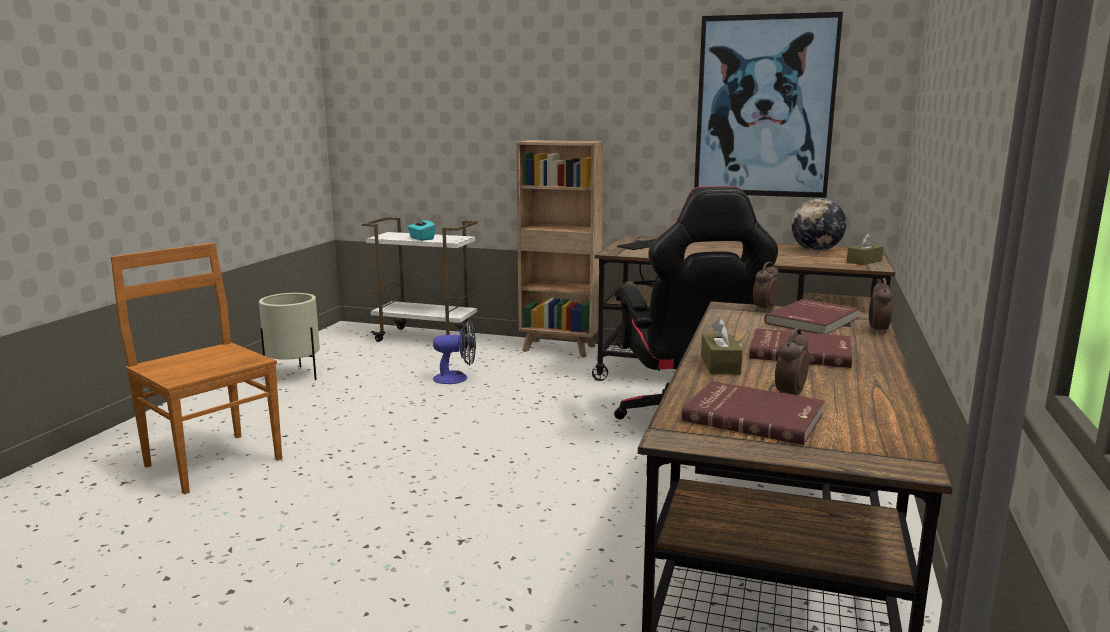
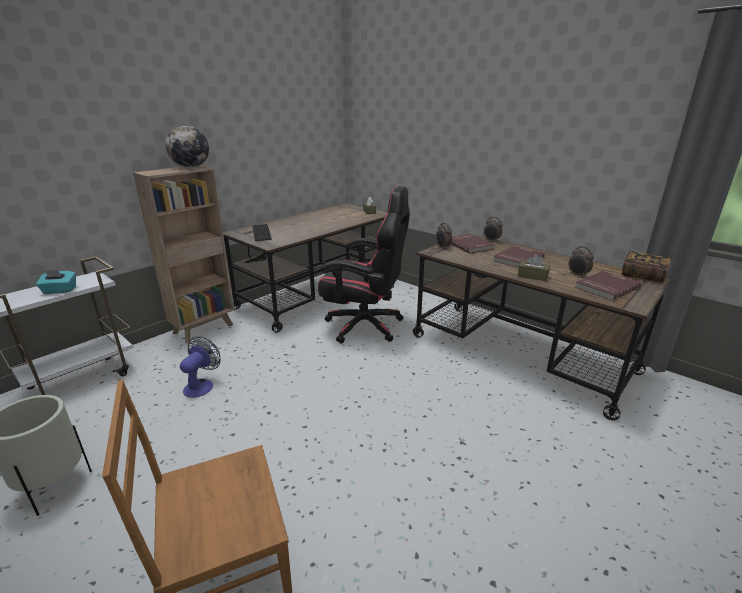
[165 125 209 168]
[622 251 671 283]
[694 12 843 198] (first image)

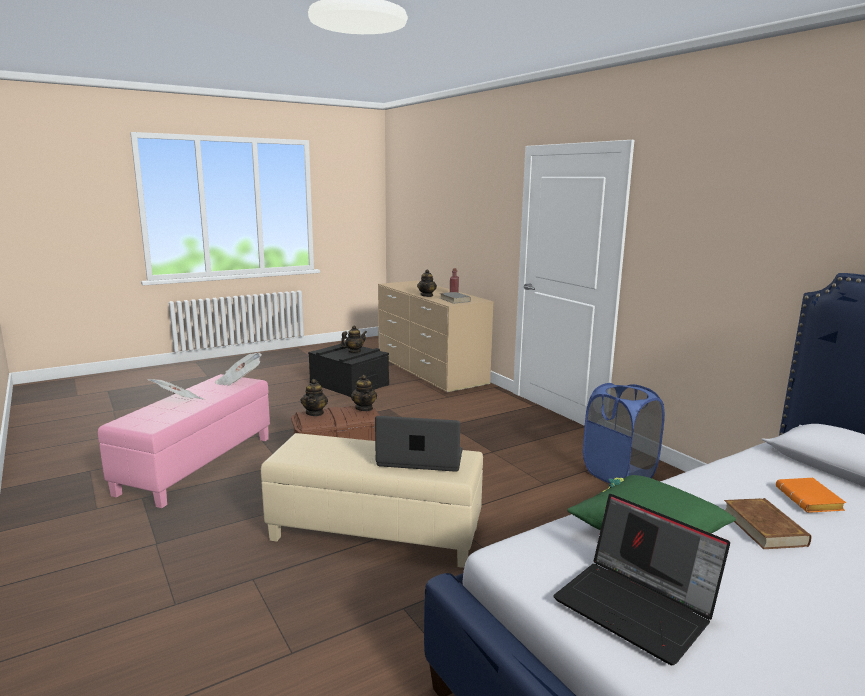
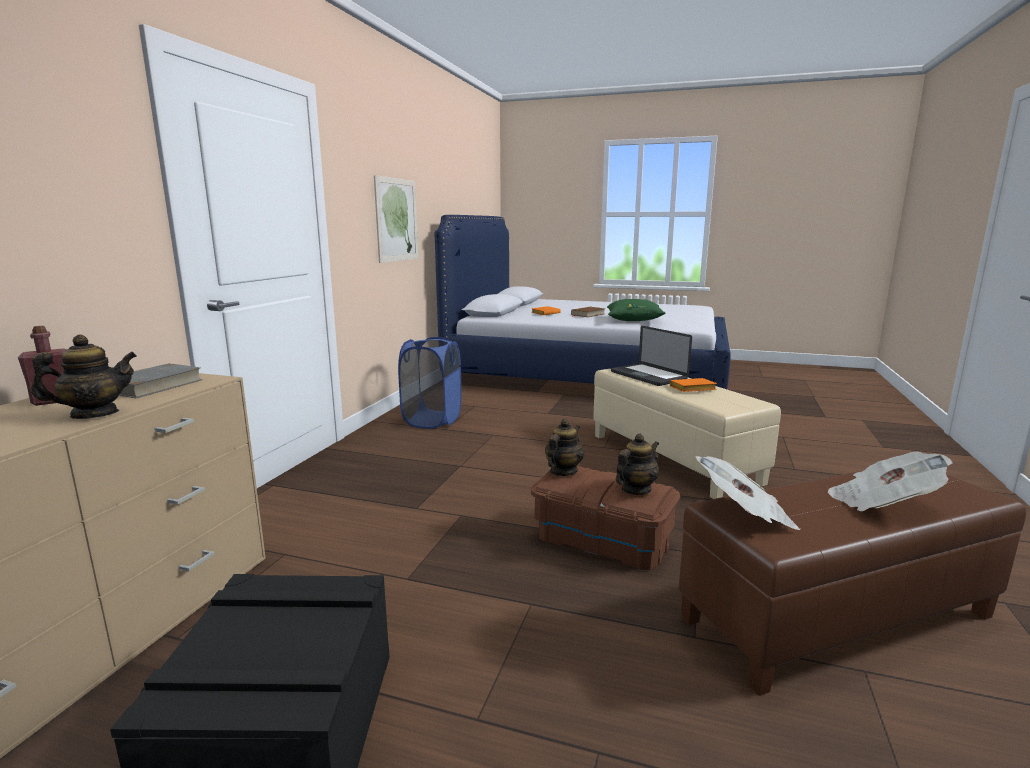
[374 175 418 263]
[670 378 717 392]
[679 470 1026 696]
[341 326 367 353] (first image)
[553 494 730 665] (first image)

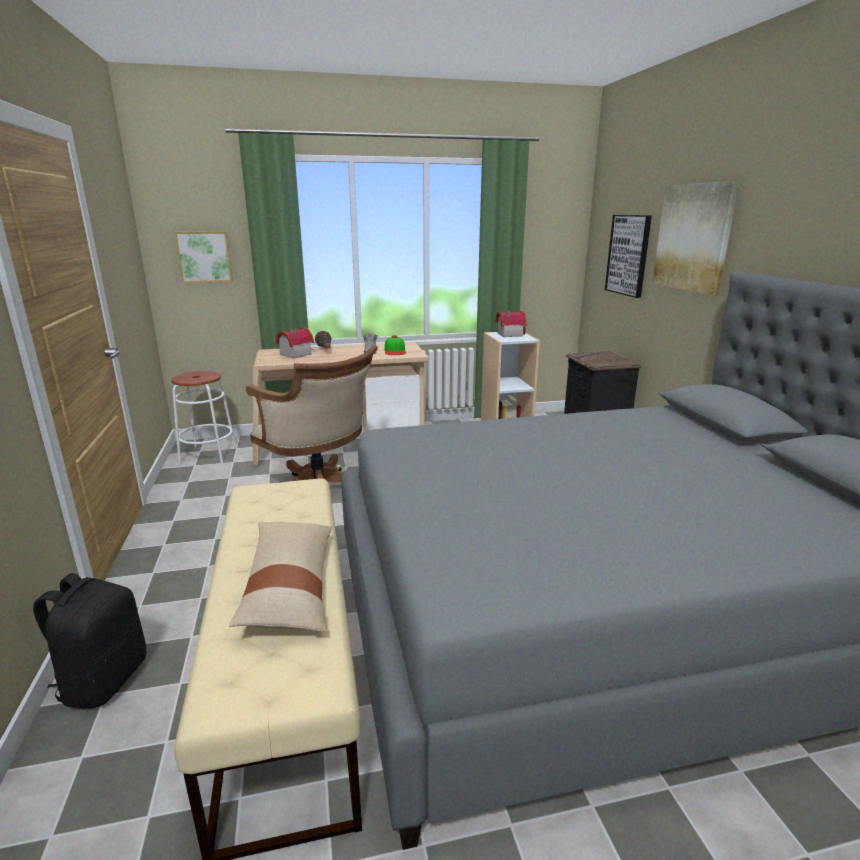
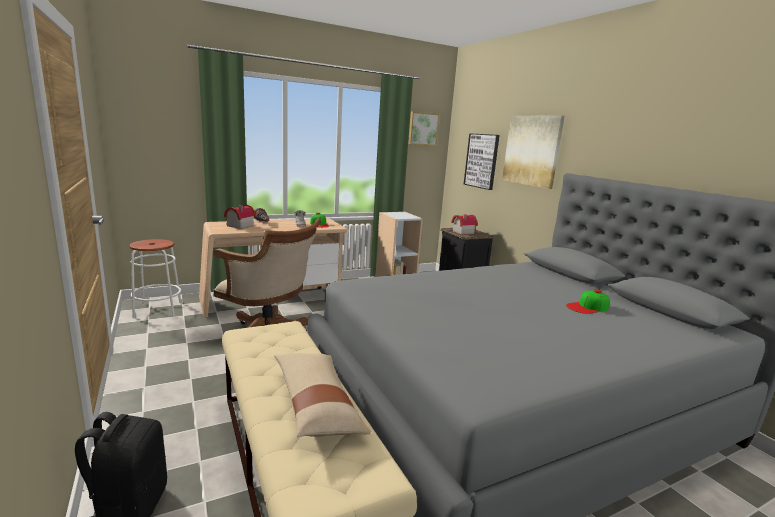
[408 112 439 146]
[451 214 478 234]
[566 289 610 314]

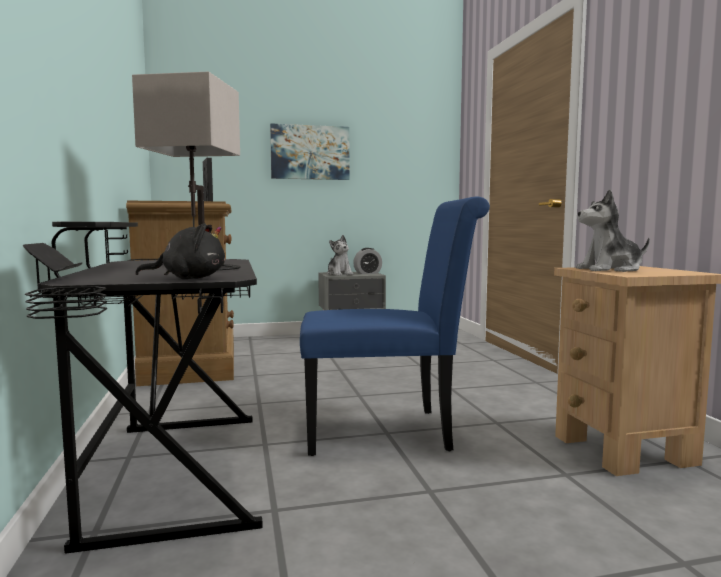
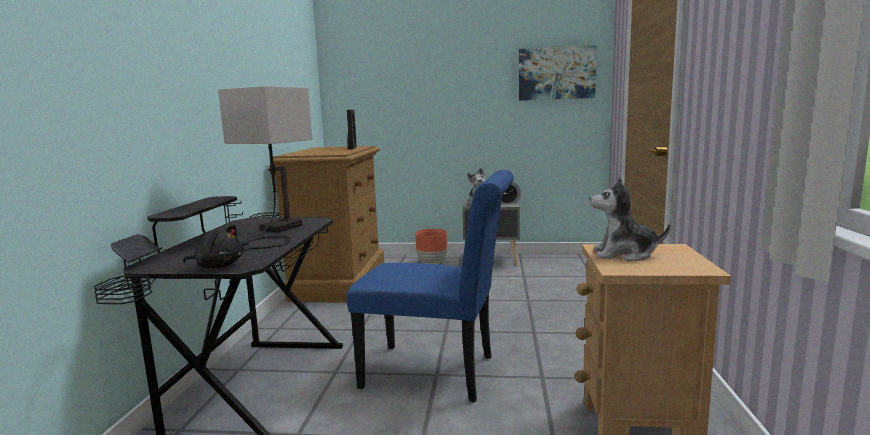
[415 229 447 264]
[519 45 597 101]

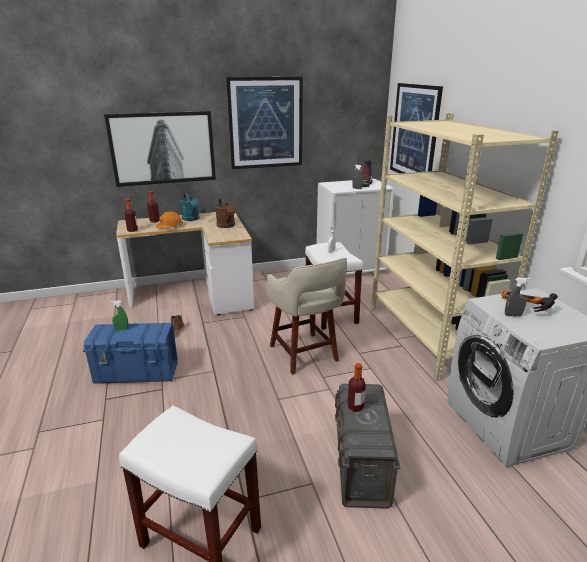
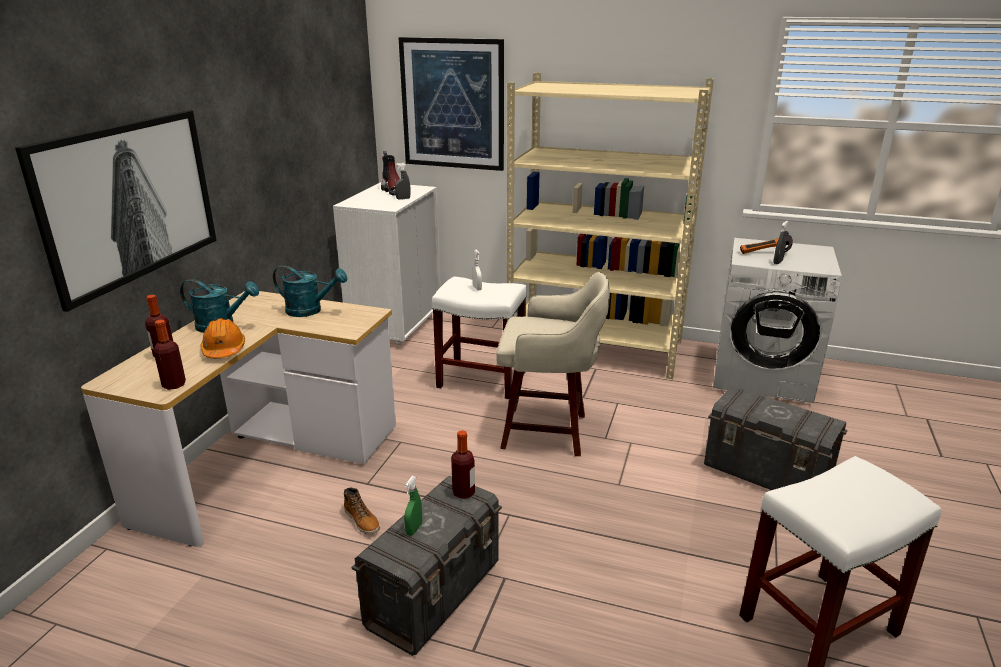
[273 265 347 317]
[352 476 502 656]
[451 430 475 499]
[226 77 303 169] (first image)

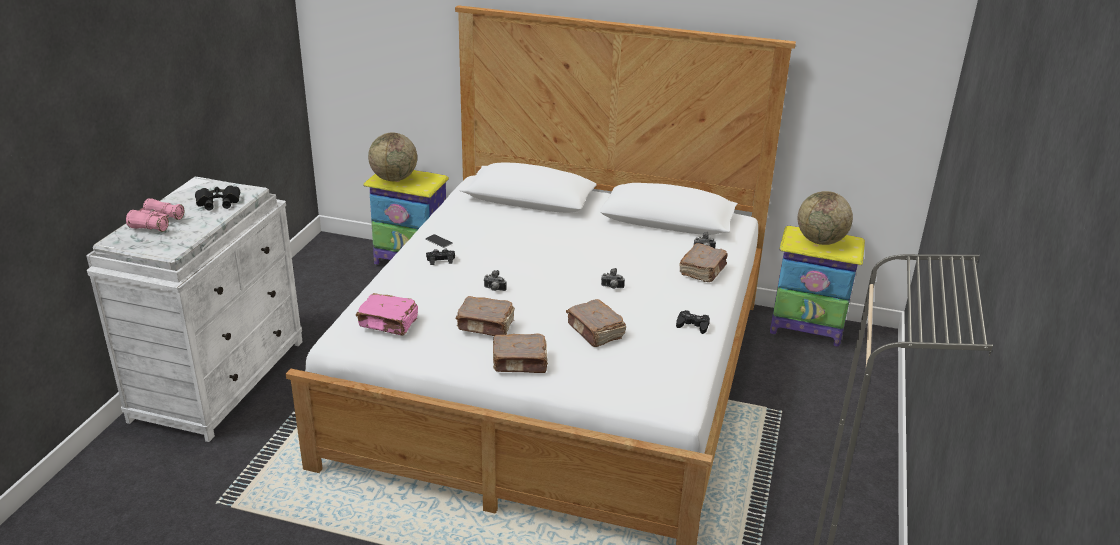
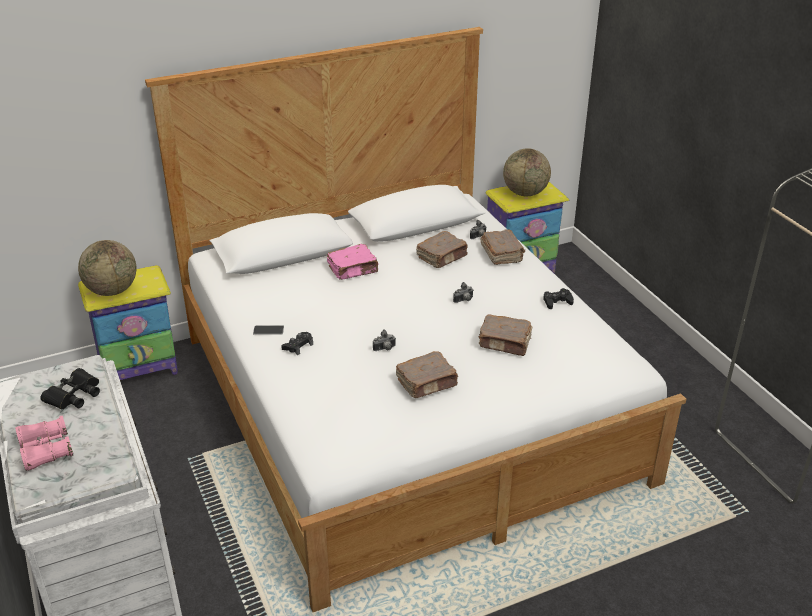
[327 244 379 280]
[416 231 468 268]

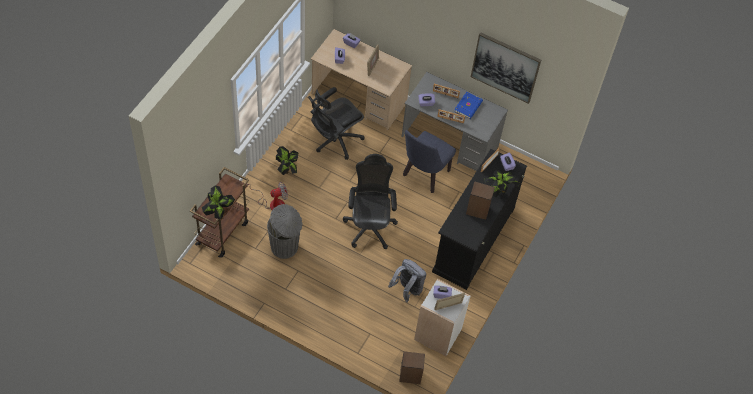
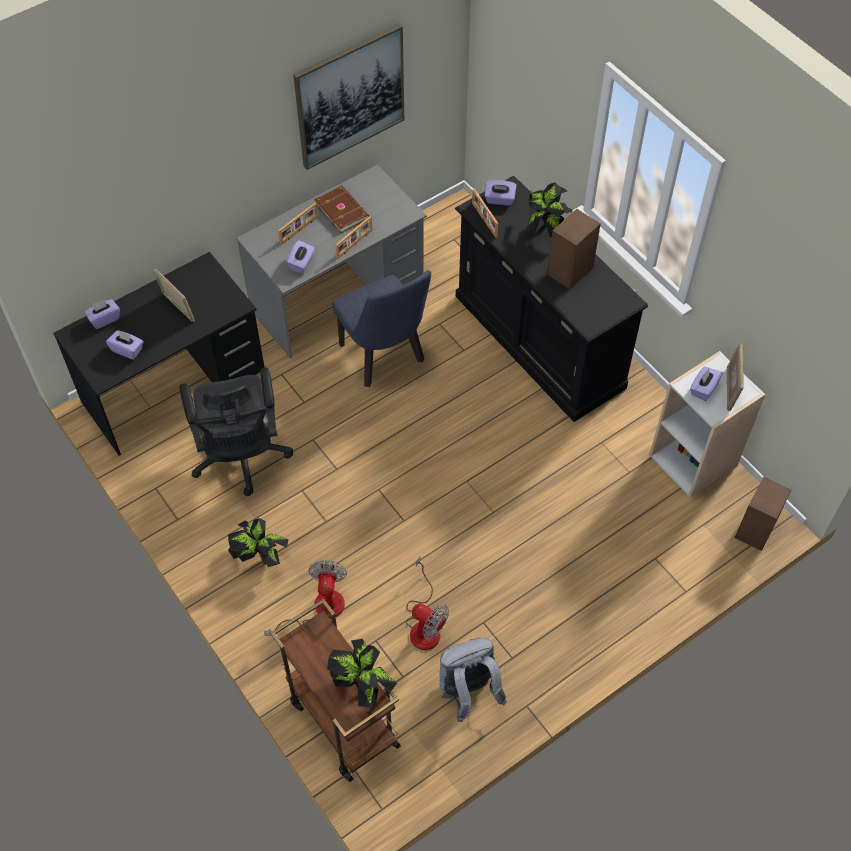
[53 252 264 456]
[314 185 369 233]
[406 556 449 650]
[440 637 507 722]
[343 154 398 249] (first image)

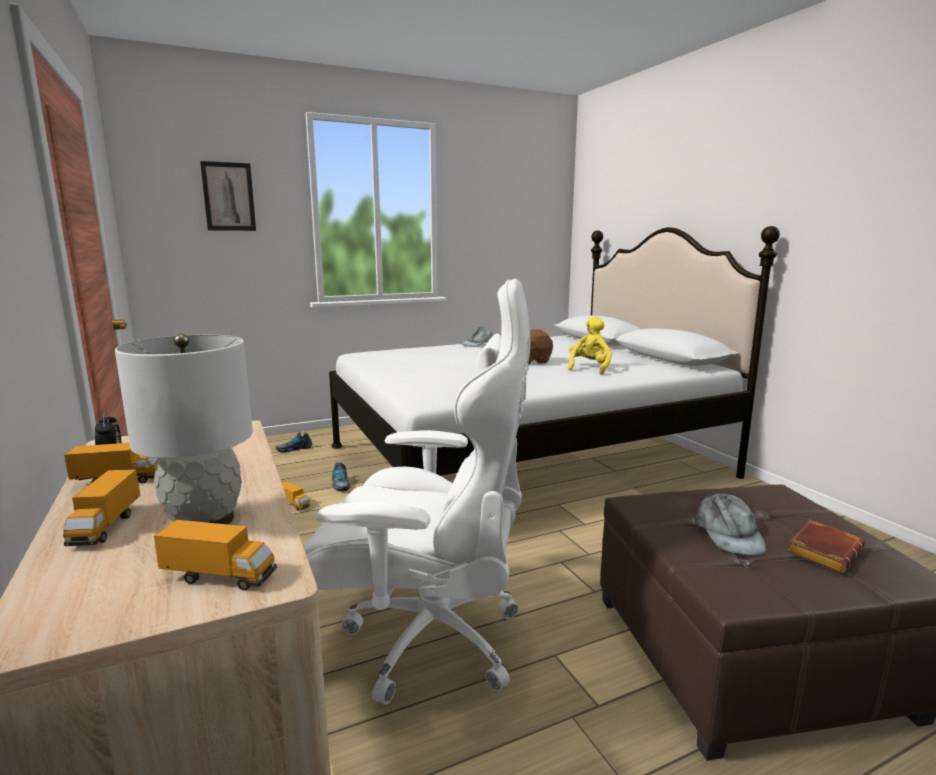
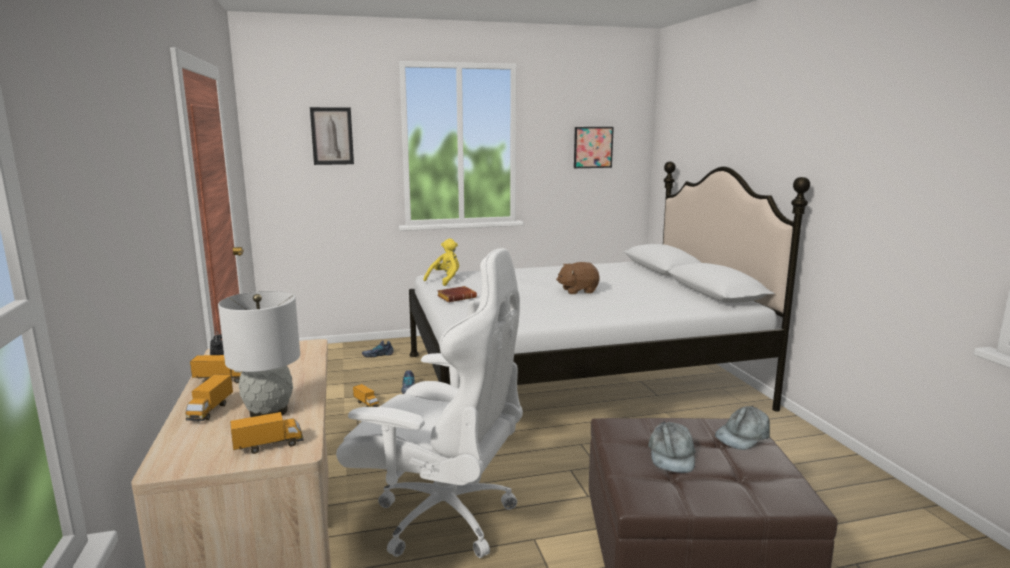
[230 412 303 454]
[424 239 459 286]
[437 286 477 302]
[574 127 614 168]
[715 406 770 450]

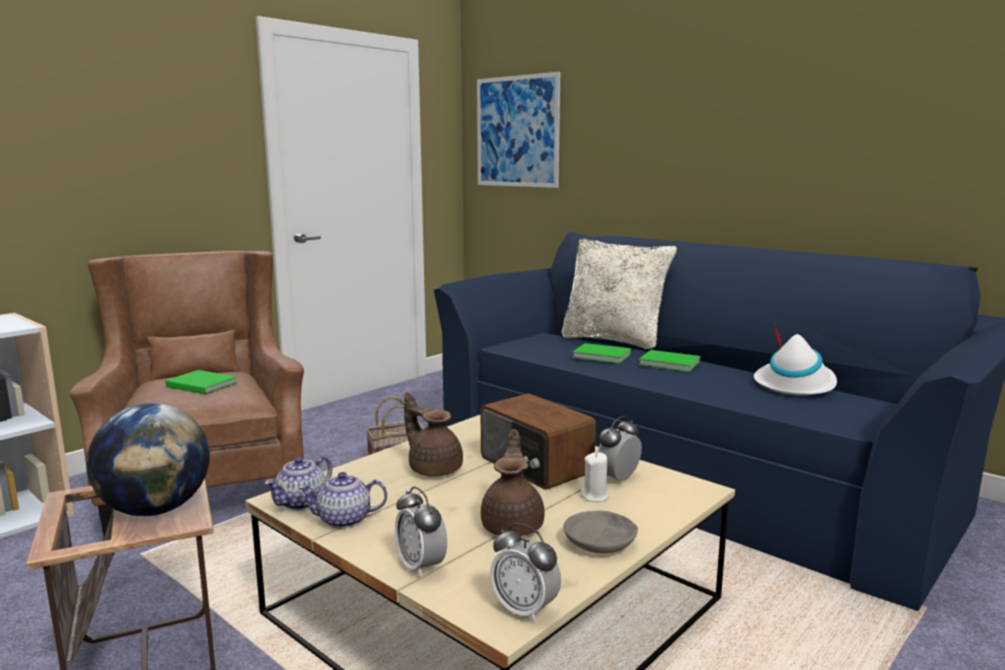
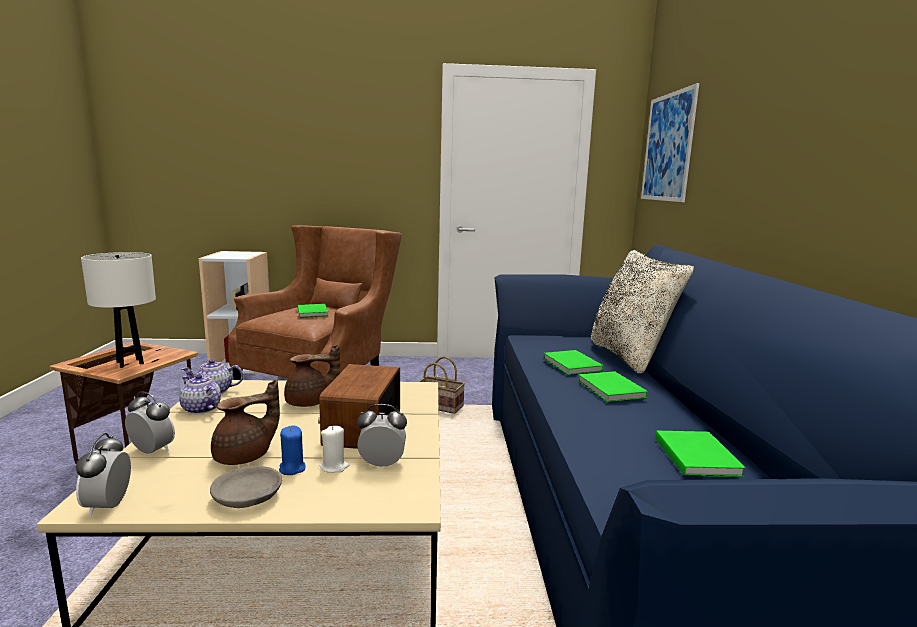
[81 252 156 368]
[125 391 175 454]
[279 426 306 475]
[284 344 340 407]
[655 431 746 477]

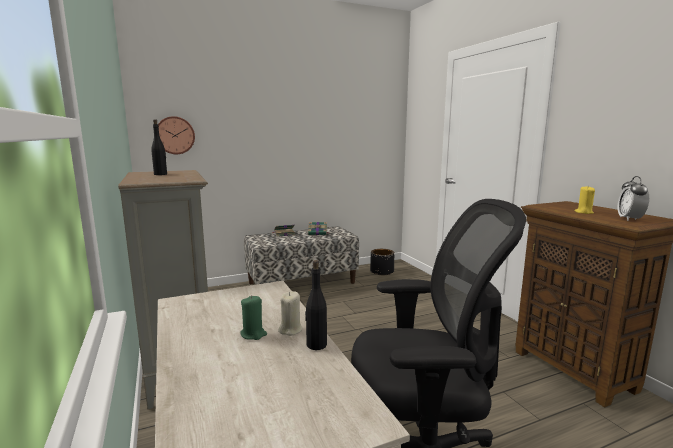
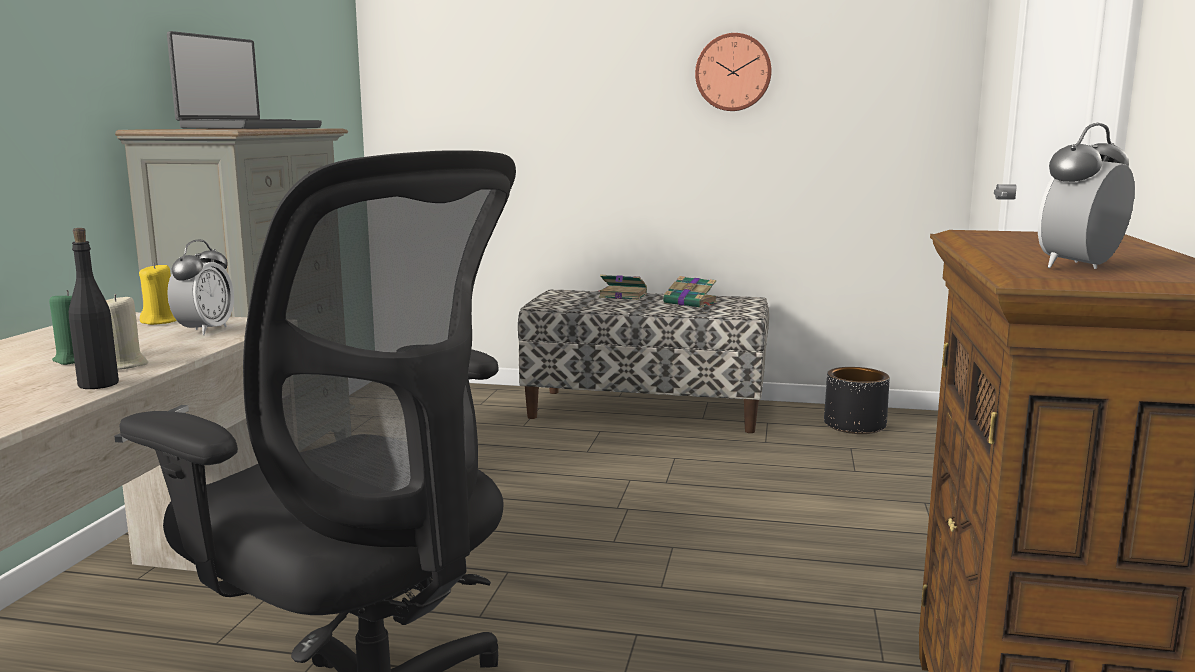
[139 263 177 325]
[167 31 322 129]
[167 240 234 335]
[695 33 772 111]

